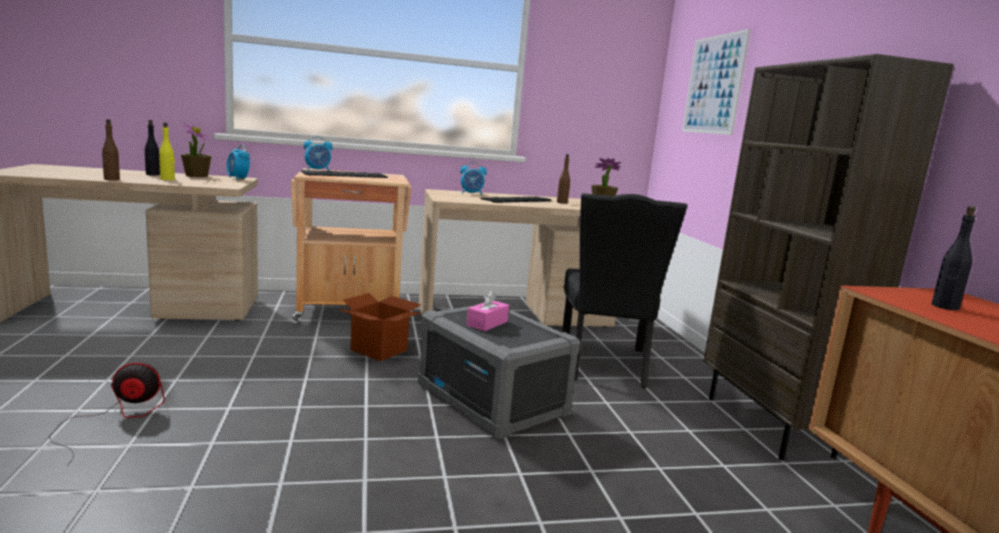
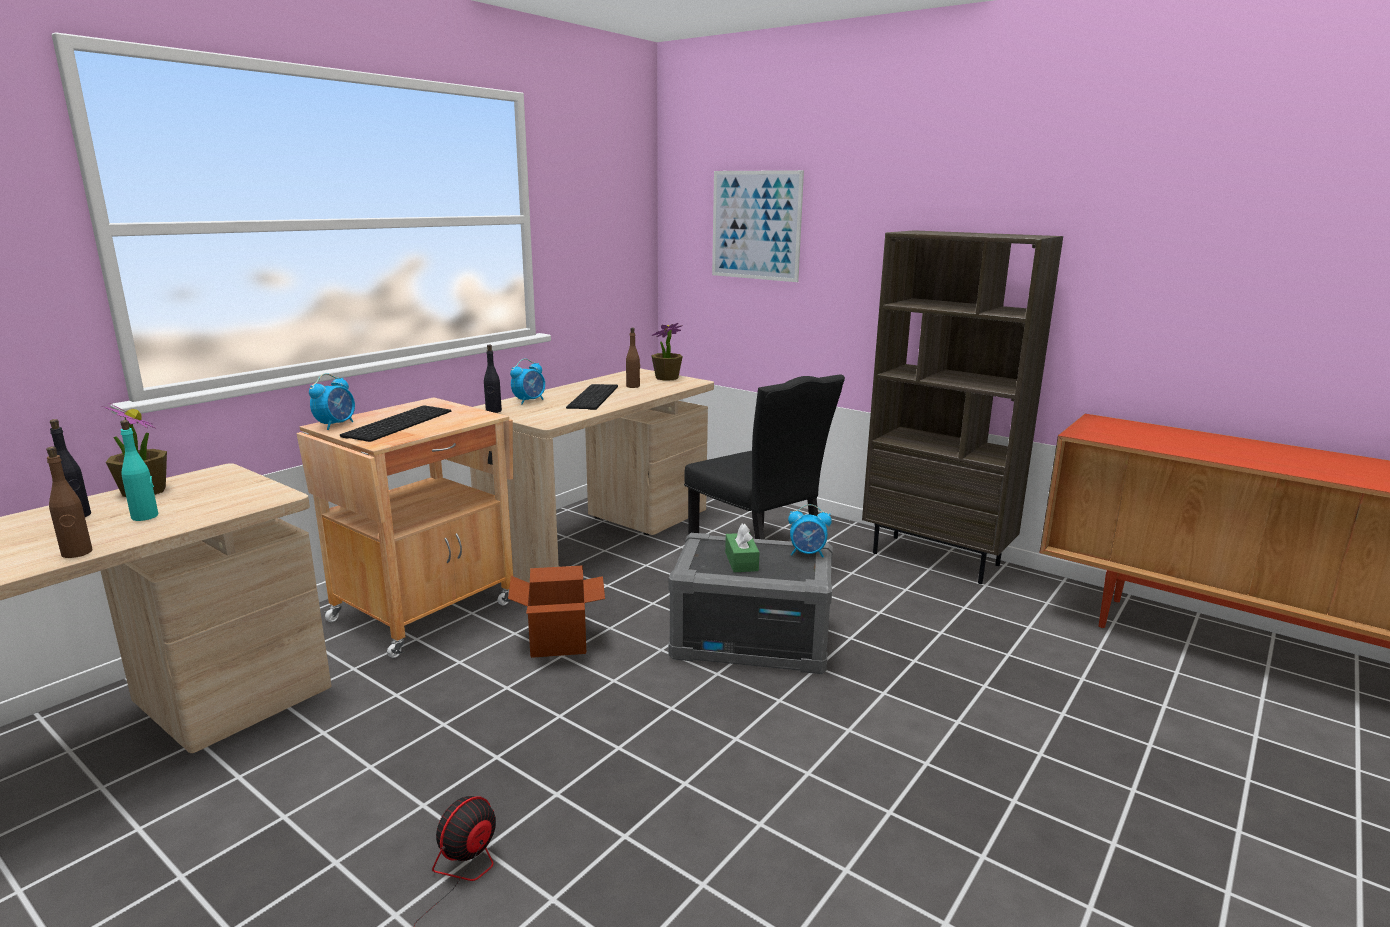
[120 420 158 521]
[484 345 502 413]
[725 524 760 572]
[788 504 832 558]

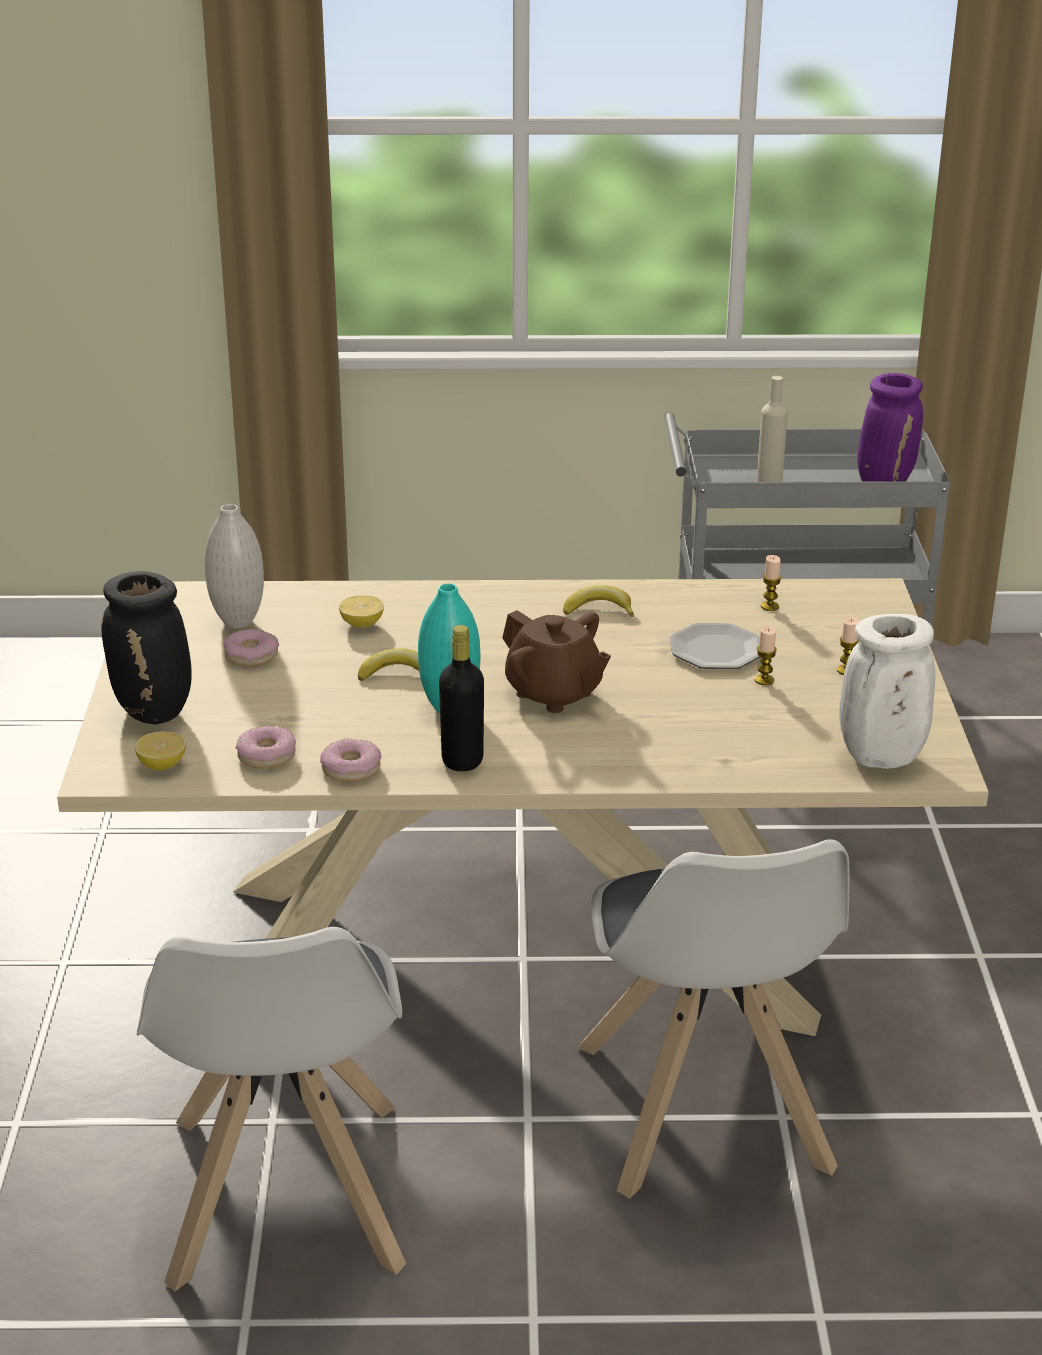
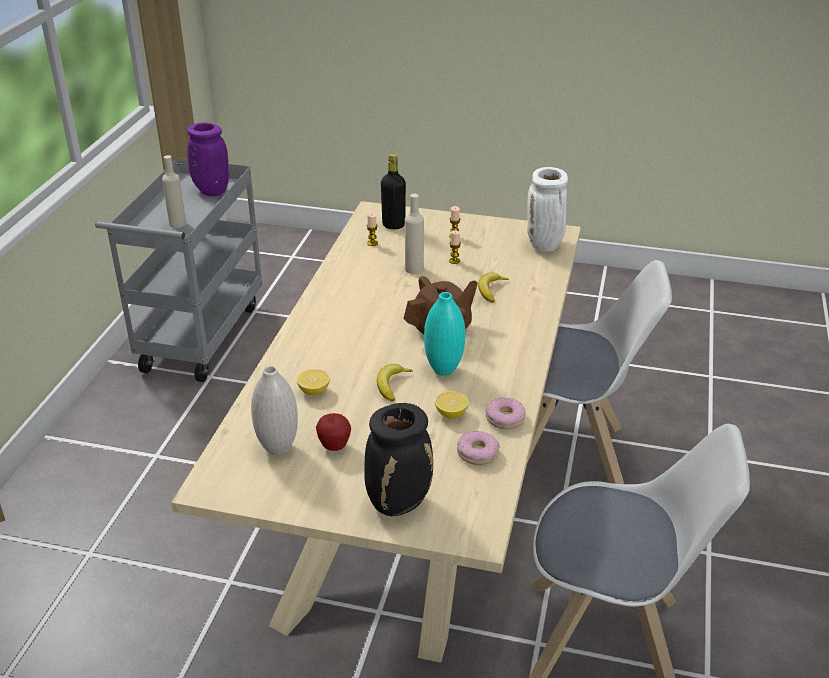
[316 413 351 451]
[381 154 406 229]
[405 194 424 274]
[435 391 469 419]
[478 272 509 303]

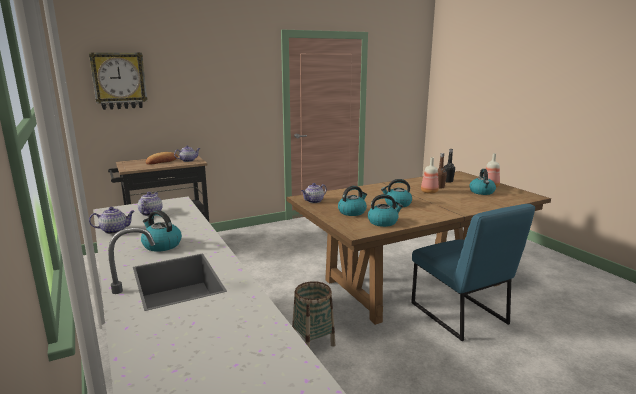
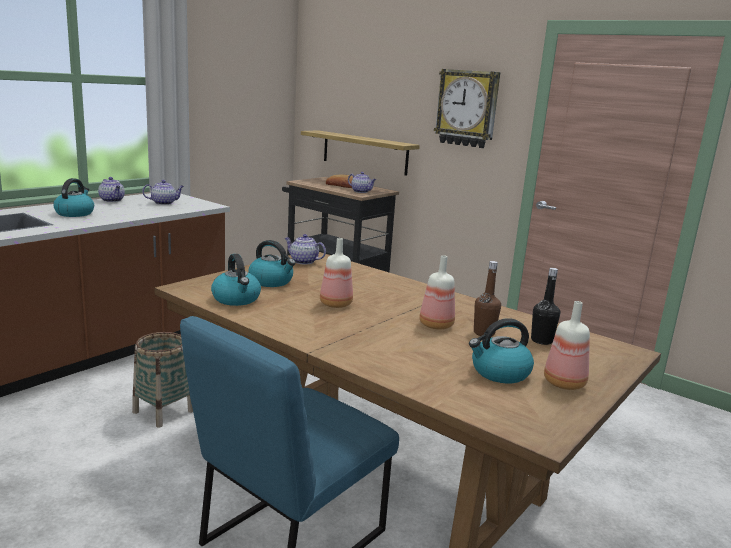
[301 130 420 176]
[320 238 353 308]
[434 69 500 148]

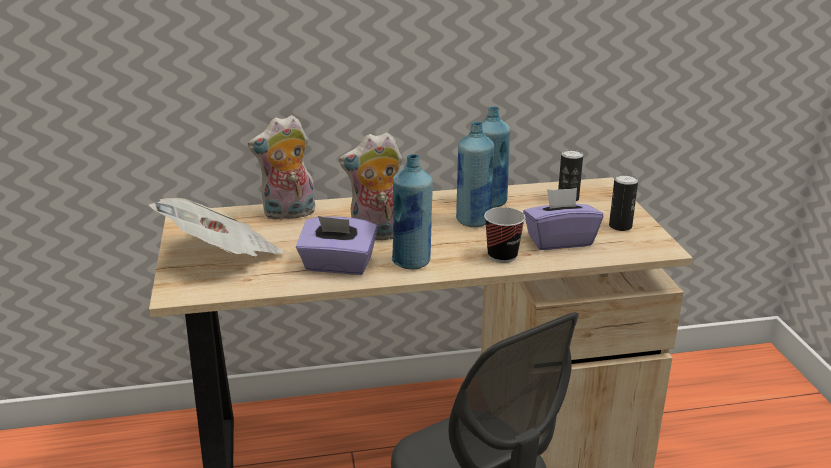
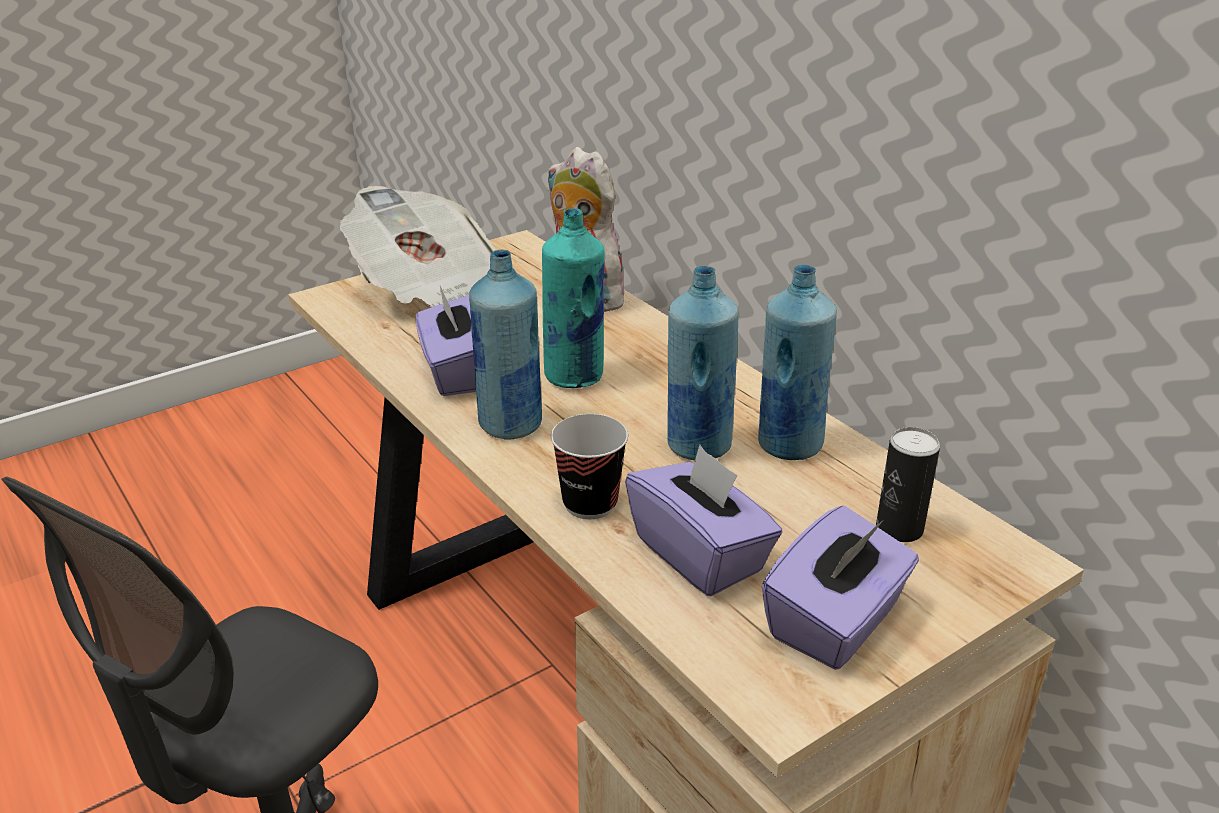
[542 209 605 388]
[762 506 919 670]

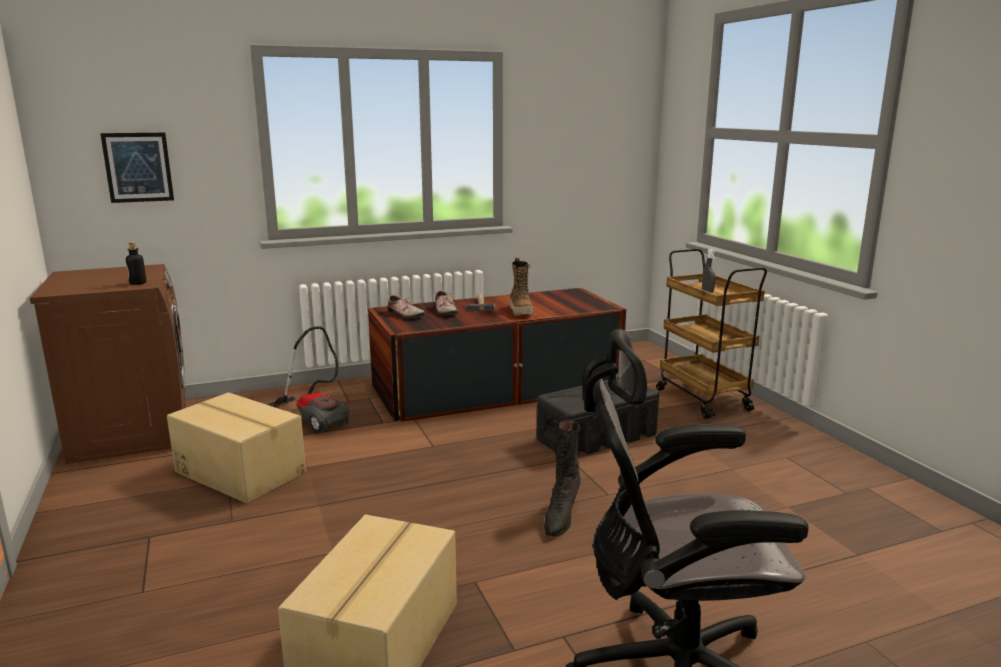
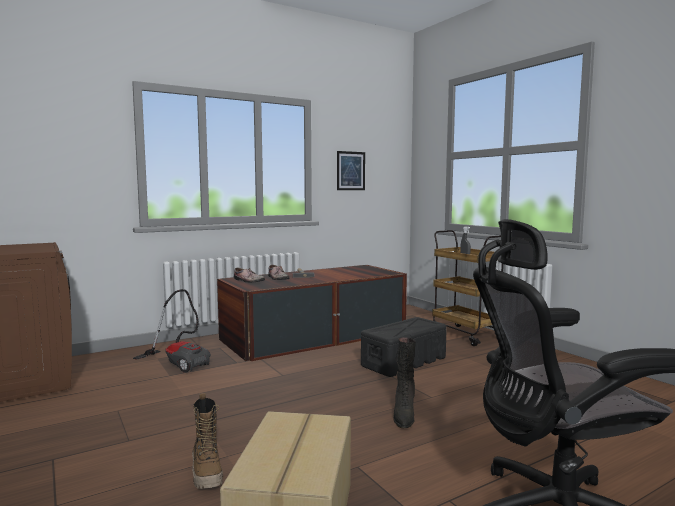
[192 393 223 489]
[337 151 365 190]
[126 242 146 285] (first image)
[167 393 306 504] (first image)

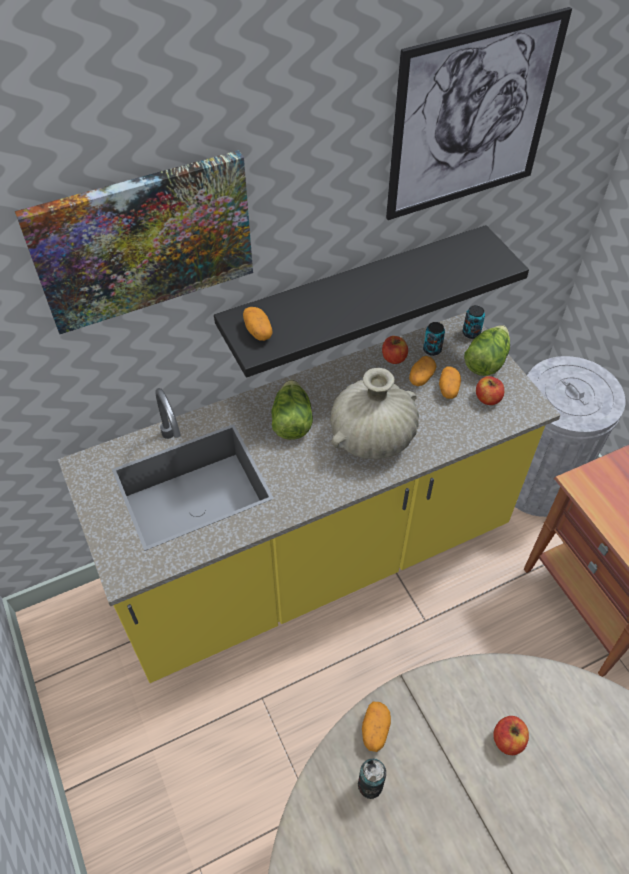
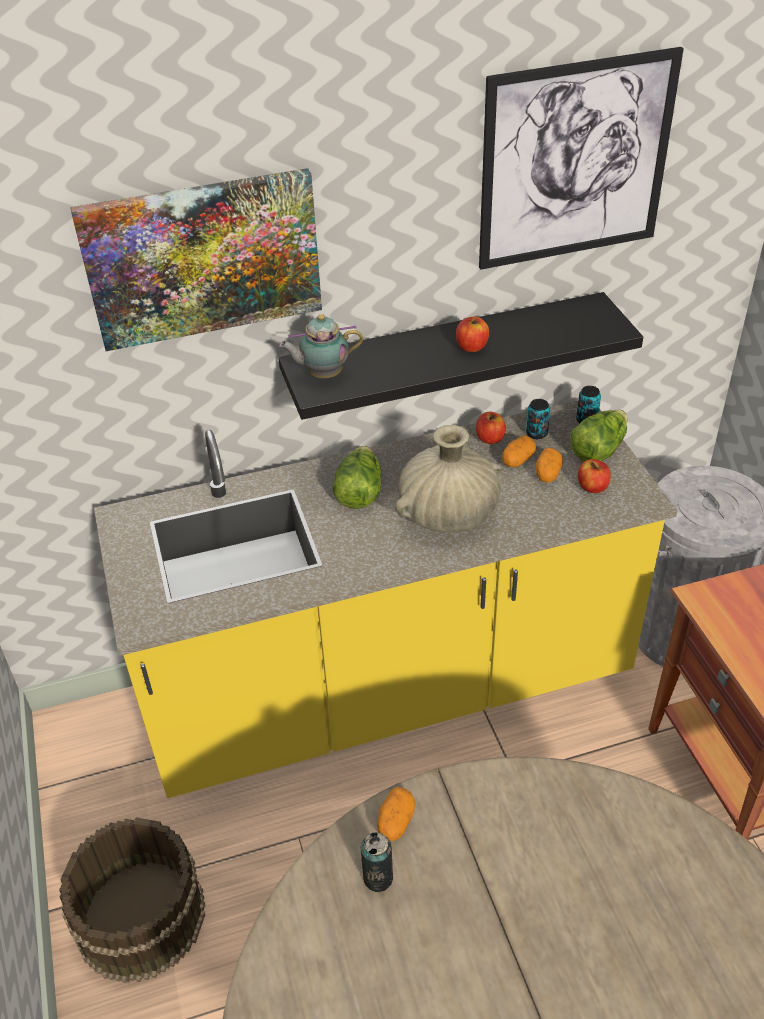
[59 817 205 984]
[279 314 363 378]
[456 316 489 352]

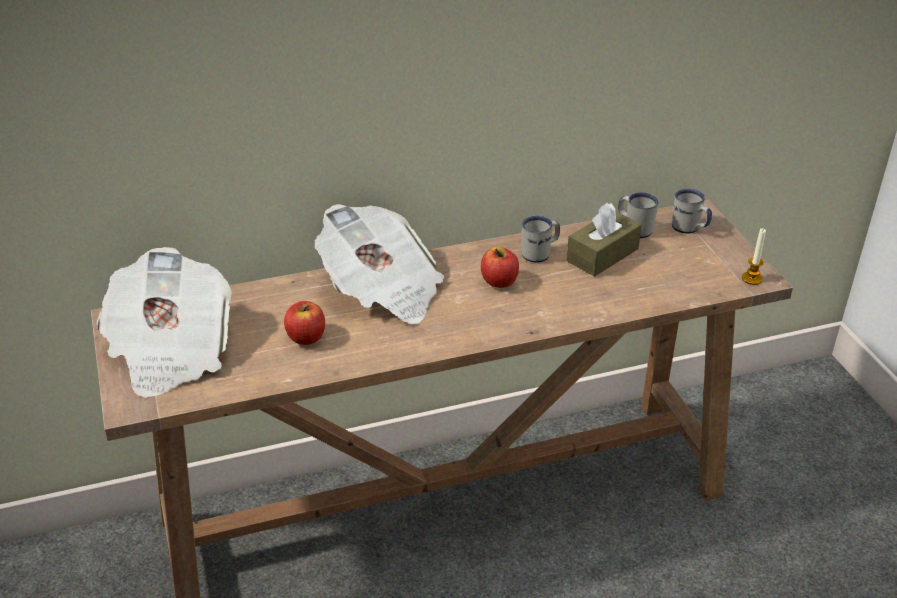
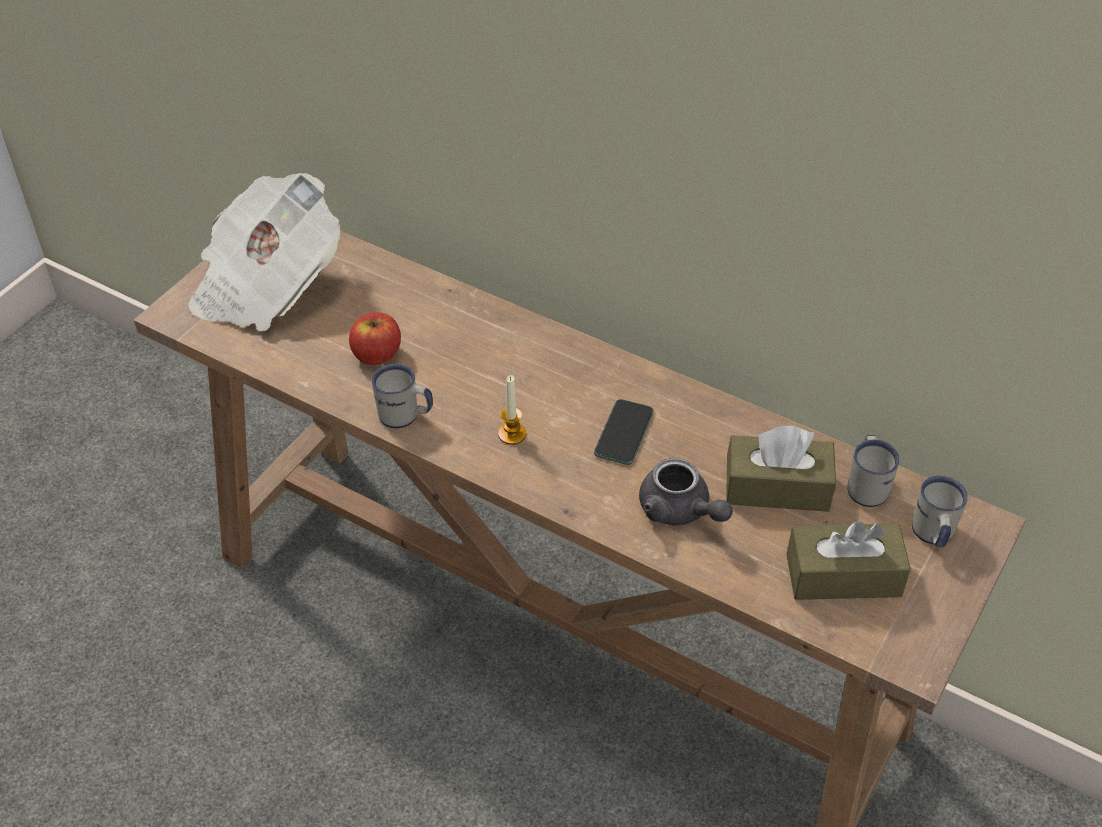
[372 364 433 428]
[498 375 526 445]
[594 399 654 465]
[639 458 733 526]
[787 521 911 600]
[315 204 444 324] (first image)

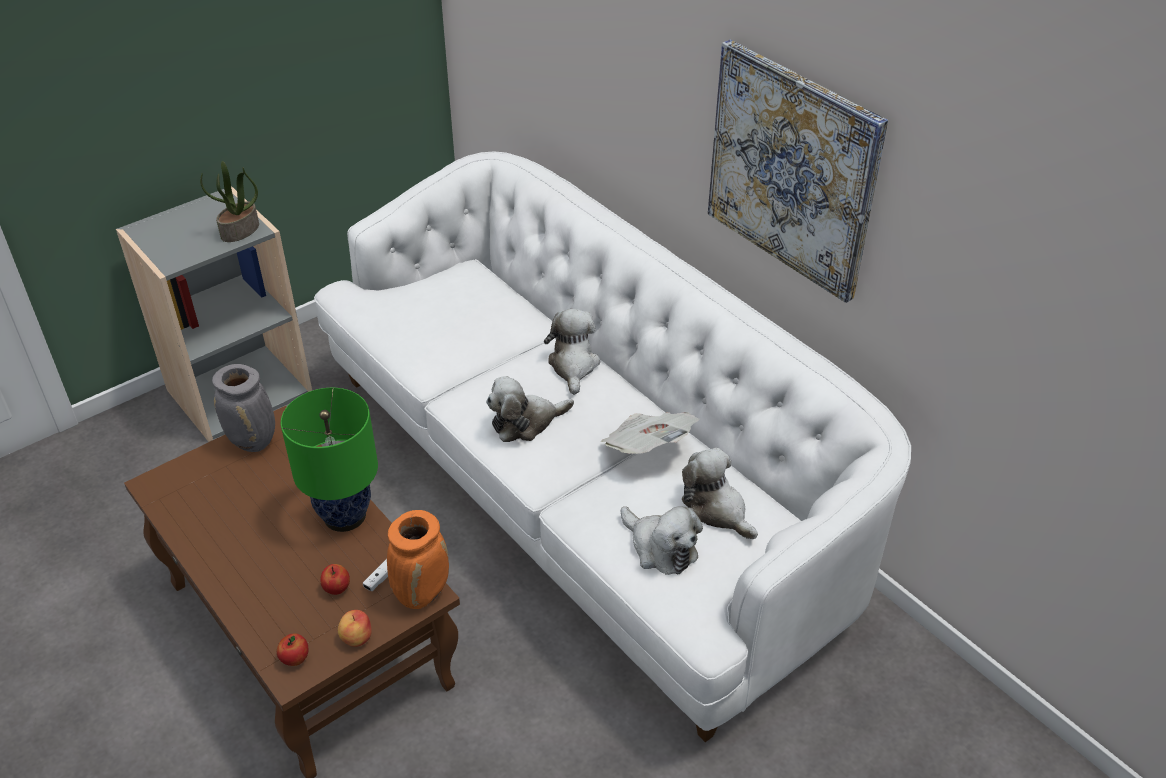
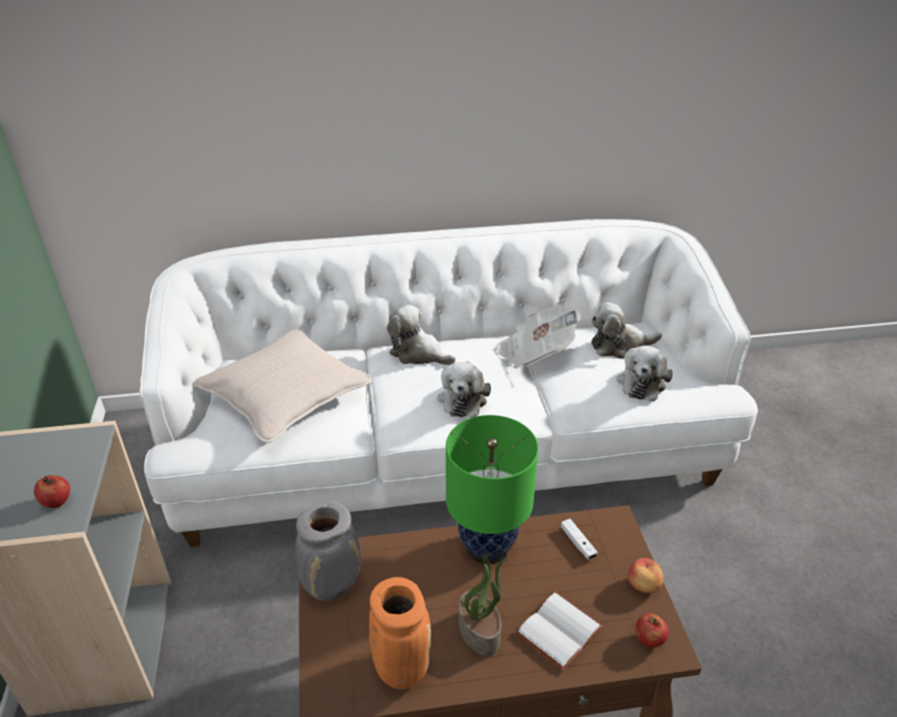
[34 475 70 508]
[194 329 371 443]
[369 577 431 689]
[458 555 509 656]
[514 591 604 672]
[616 346 673 401]
[708 39 888 303] (first image)

